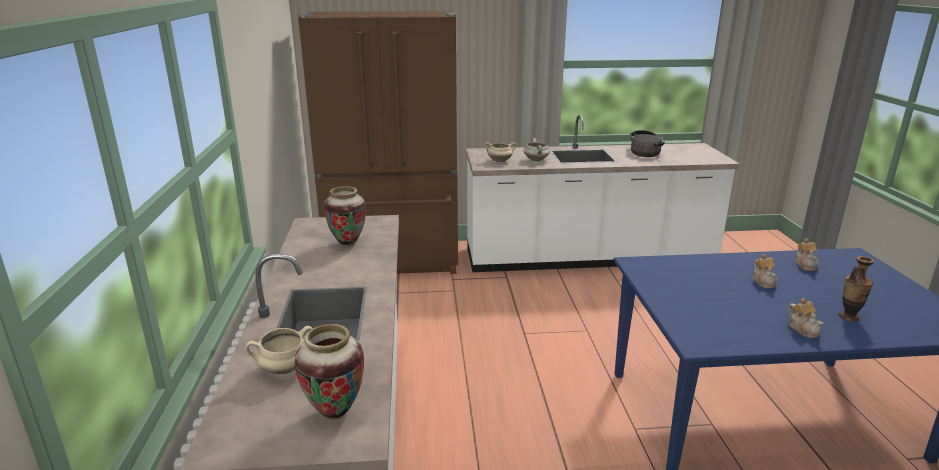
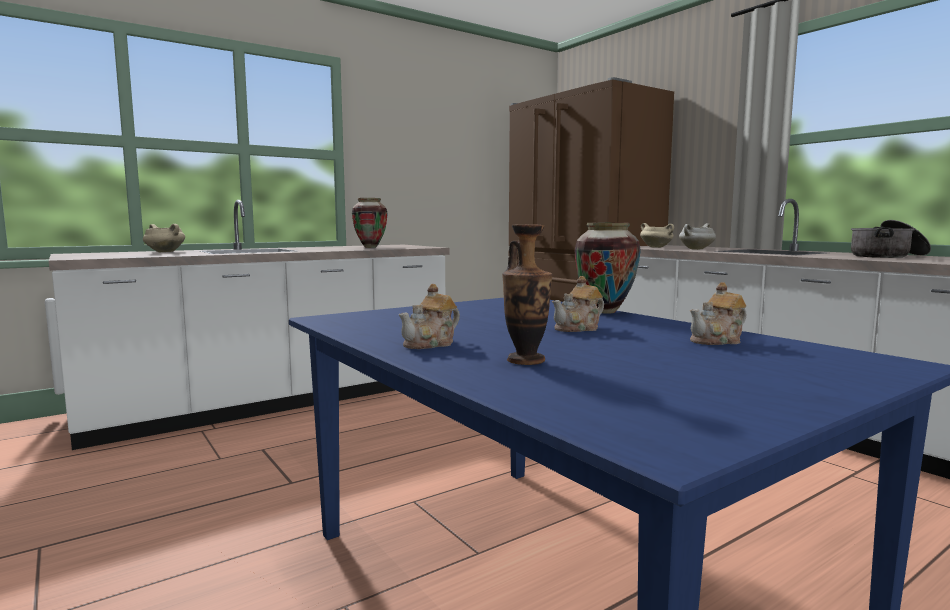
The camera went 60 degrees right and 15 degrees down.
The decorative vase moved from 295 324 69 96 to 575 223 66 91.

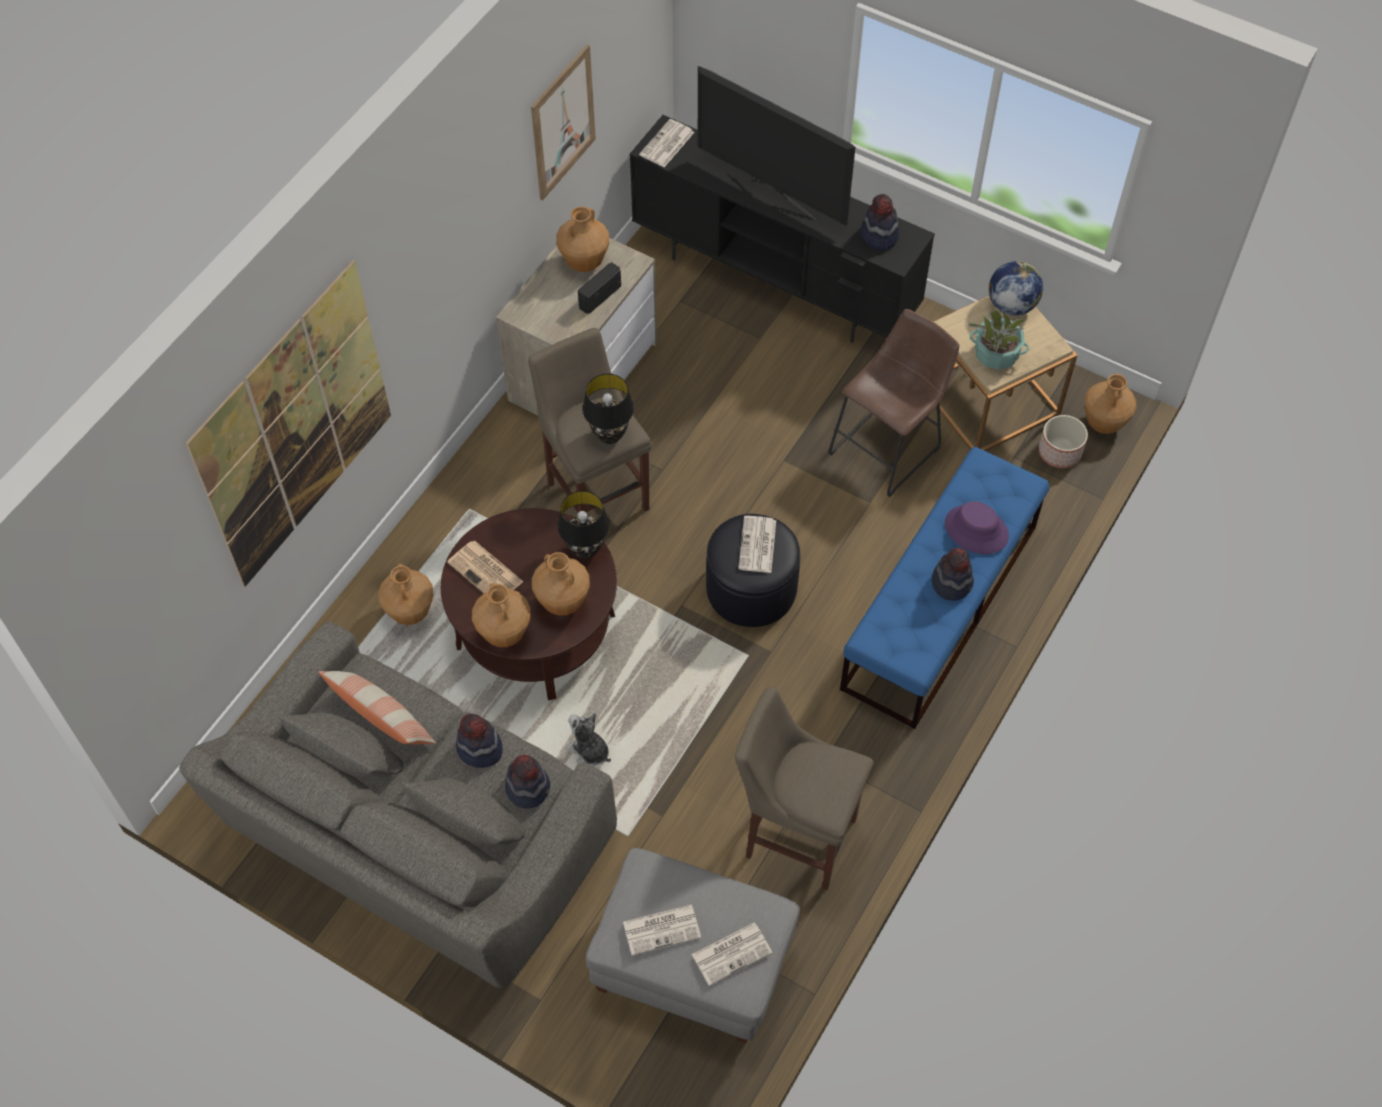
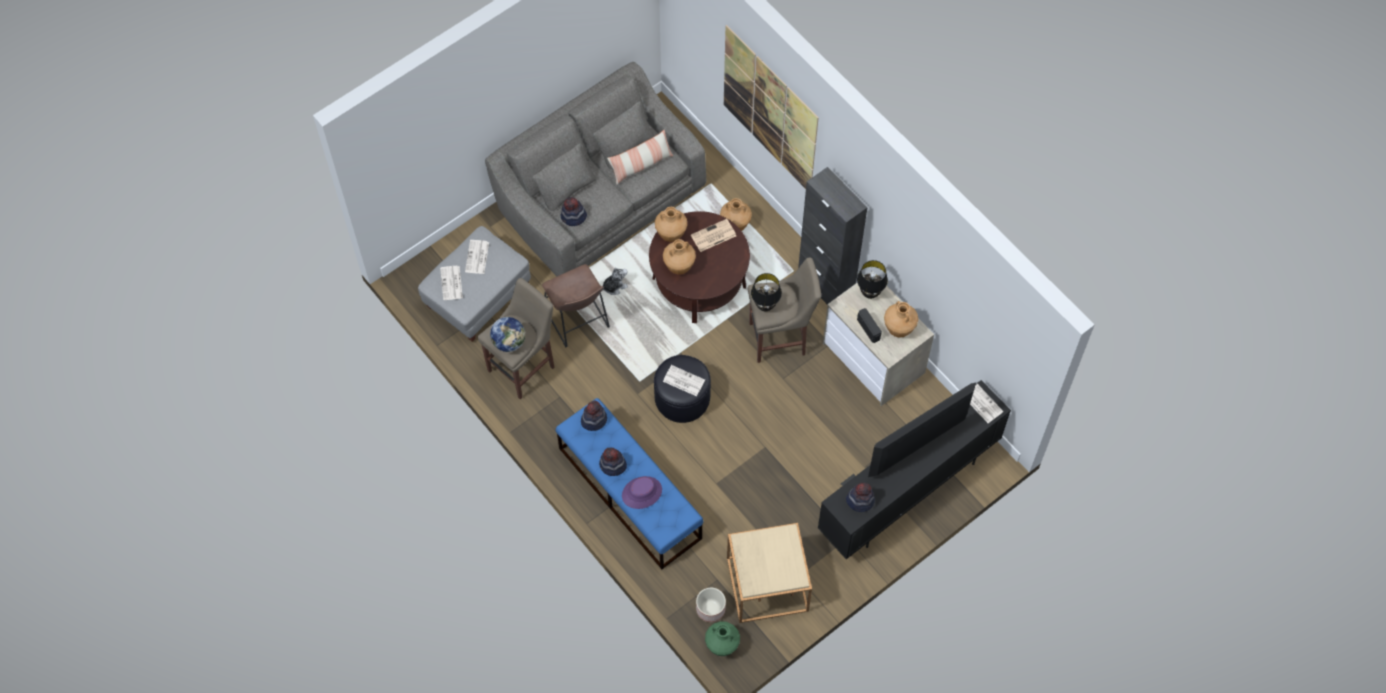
The camera went 110 degrees right and 5 degrees up.
The hat moved from 456 714 47 54 to 581 400 26 31.
The wall picture at 531 45 65 155 disappeared.
The lamp for a table in black-coloured moved from 557 491 52 68 to 857 260 31 39.
The stool in brown-coloured moved from 828 309 131 188 to 542 264 68 83.
The houseplant at 968 310 61 60 disappeared.
The globe moved from 989 261 54 55 to 490 317 35 35.
The decorative vase in brown-coloured at 1085 373 51 61 became the decorative vase in green-coloured at 705 621 35 35.
The storage cabinet in black-coloured at 798 167 69 138 appeared.

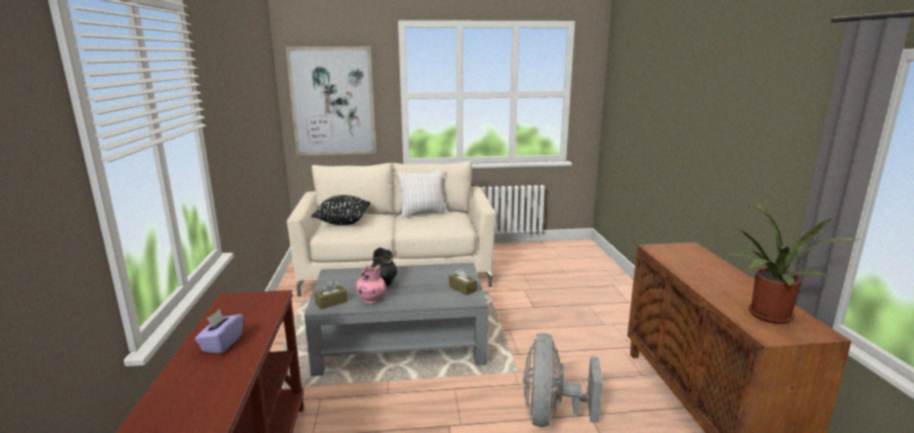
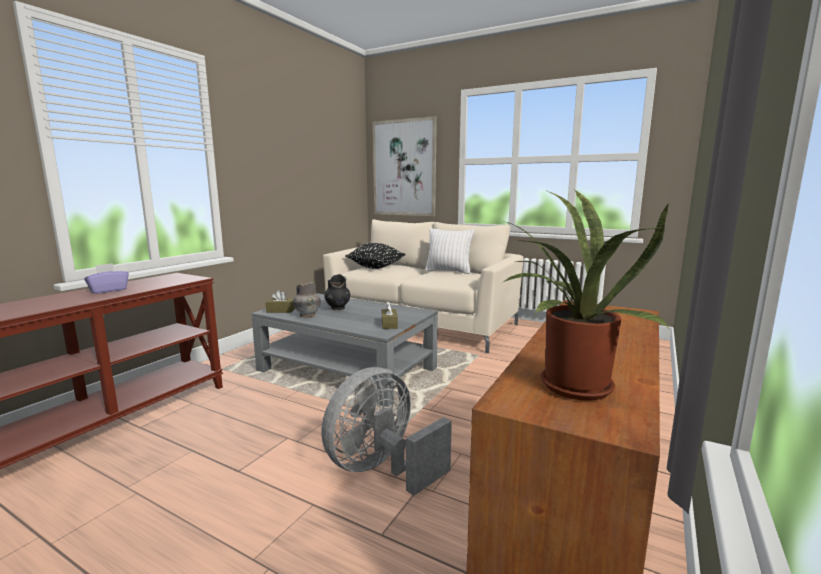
The camera went 35 degrees right and 5 degrees down.
The decorative vase in pinkish at 356 265 30 39 became the decorative vase in greyish at 293 282 28 35.

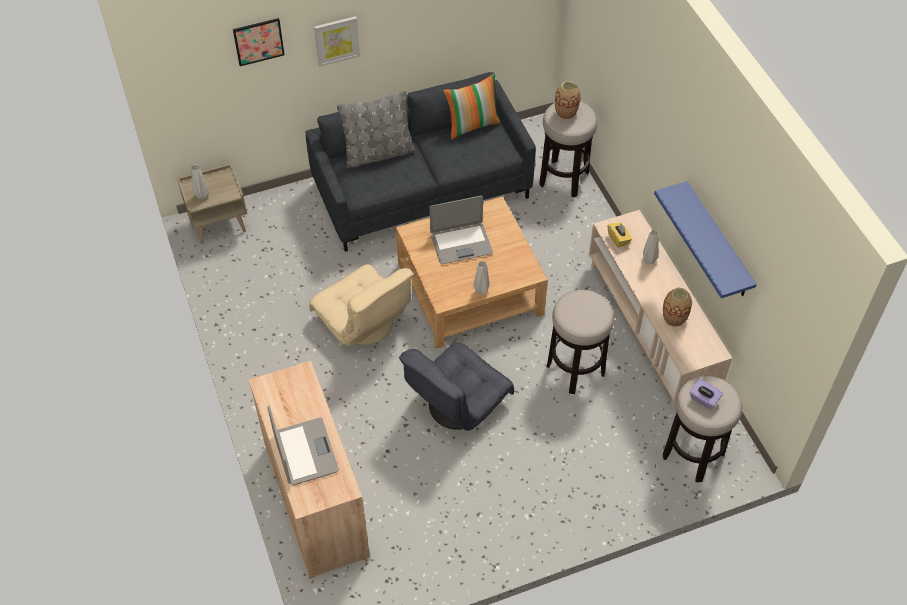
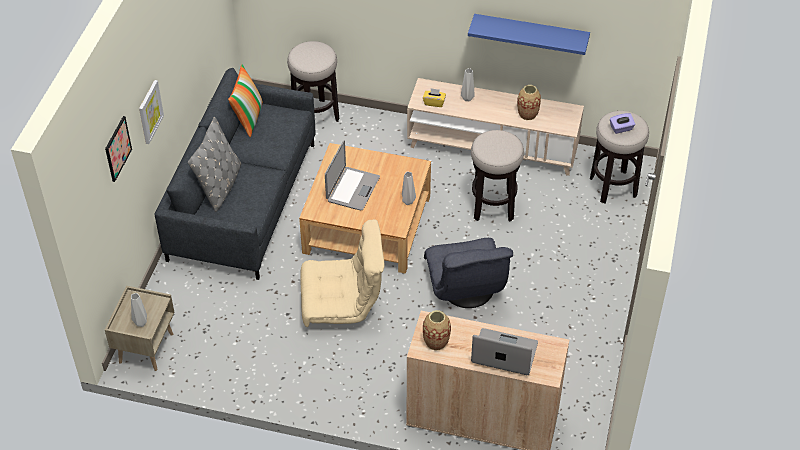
The camera went 55 degrees left and 5 degrees down.
The decorative vase moved from 555 81 26 39 to 423 310 28 41.

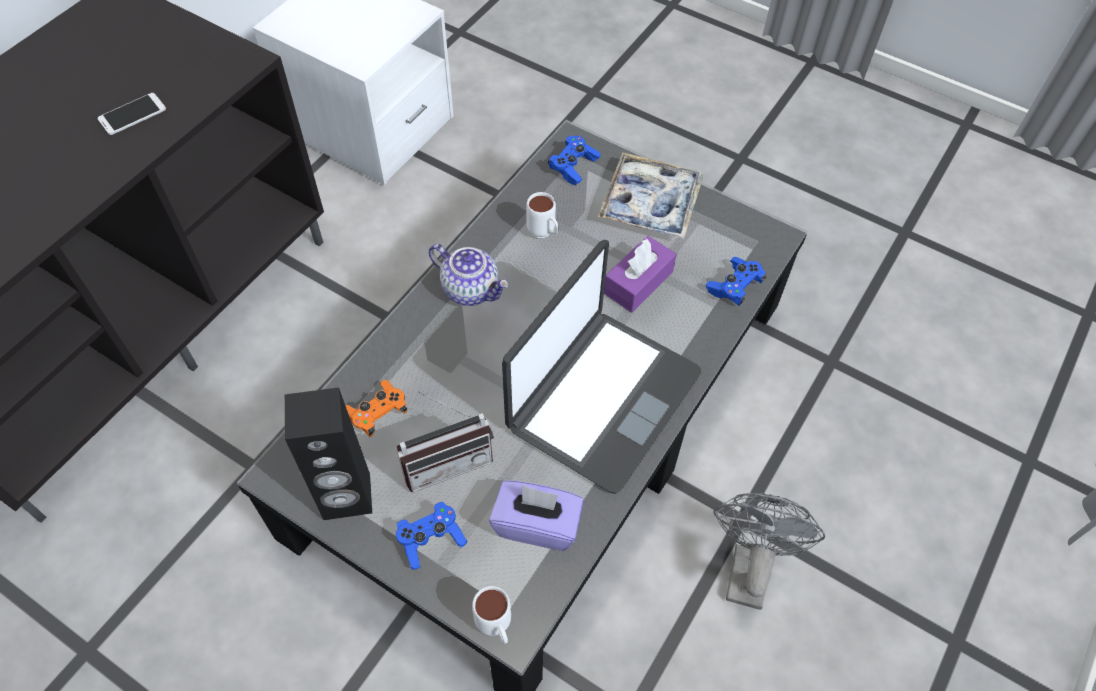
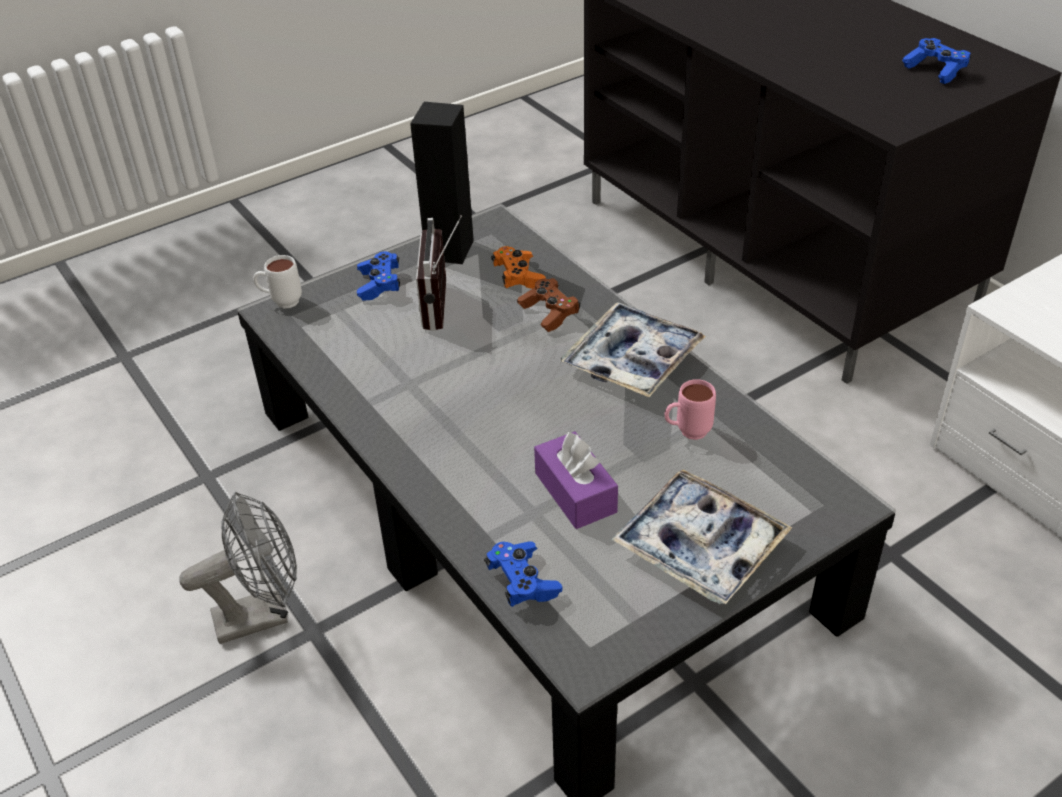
The camera went 115 degrees right and 15 degrees down.
The handset at 97 93 69 42 disappeared.
The teapot at 428 244 81 62 was replaced by the carrying tray at 561 302 145 95.
The box of tissues in purplish at 489 480 95 71 disappeared.
The notebook computer at 502 240 199 254 disappeared.
The mug in white at 526 192 33 46 became the mug in pinkish at 665 379 51 61.
The gamepad in bluish moved from 548 136 52 50 to 902 38 69 46.
The electric fan in greyish at 713 493 112 117 turned 60 degrees counterclockwise.
The gamepad in brown-coloured at 517 278 63 54 appeared.

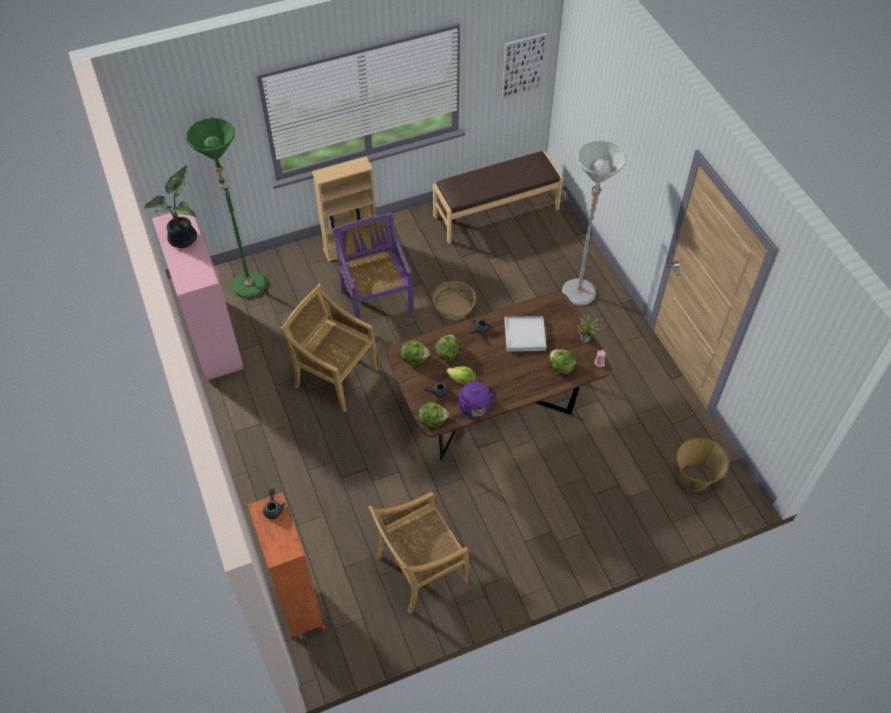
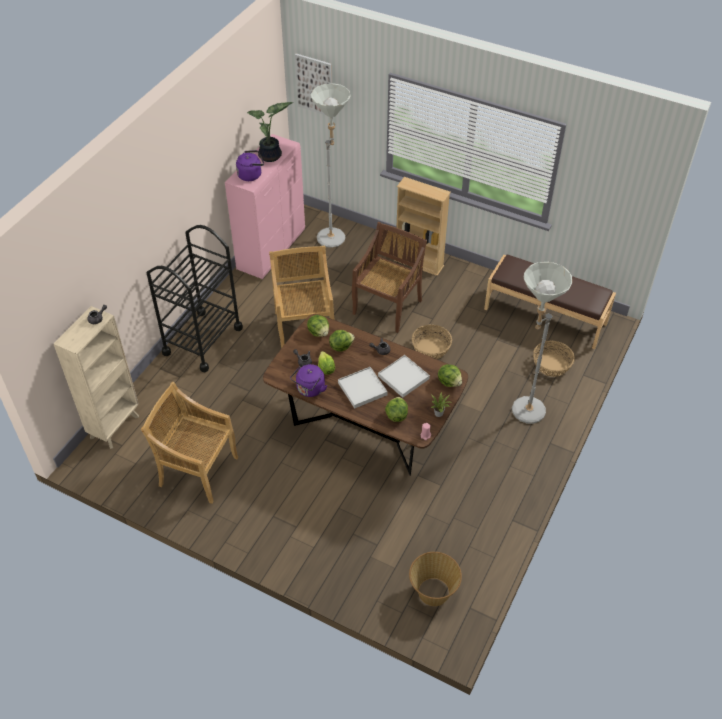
The camera went 50 degrees right and 5 degrees down.
The standard lamp in green-coloured at 186 118 81 180 became the standard lamp in greyish at 311 83 40 165.
The bookshelf in orangey at 248 492 77 149 became the bookshelf in sand-coloured at 54 306 85 143.
The upright chair in purplish at 332 213 81 107 became the upright chair in brown-coloured at 352 222 75 111.
The lettuce head moved from 419 402 30 26 to 438 364 24 23.
The wall picture moved from 502 33 45 66 to 295 54 37 61.
The cart in black-coloured at 147 225 96 147 appeared.
The water kettle in purplish at 236 150 28 31 appeared.
The carrying tray in white at 338 367 50 41 appeared.
The storage basket at 533 341 42 36 appeared.

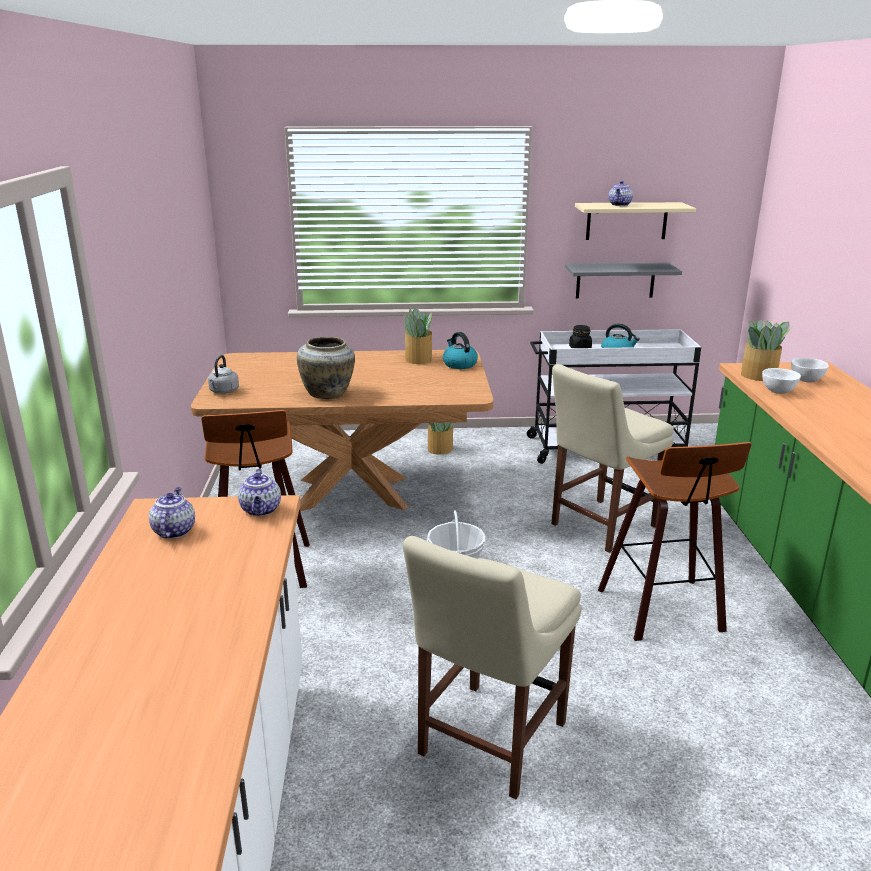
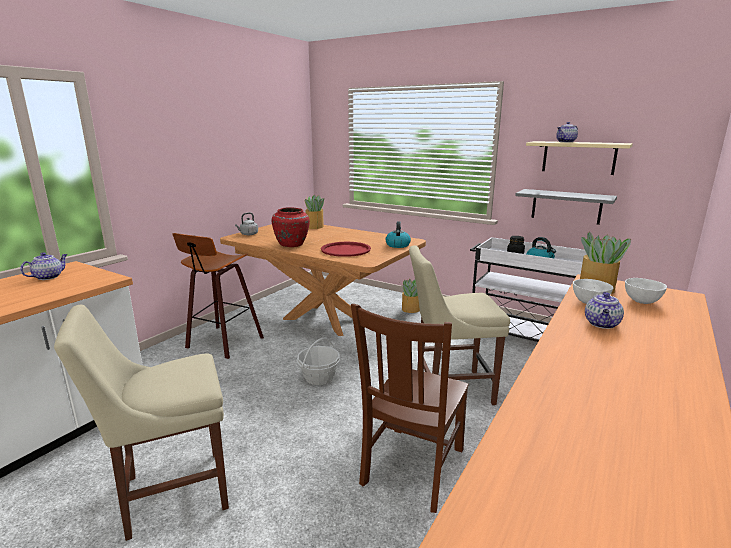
The camera went 35 degrees right and 5 degrees down.
The teapot moved from 238 469 43 47 to 585 292 39 37.
The decorative vase in sand-coloured at 297 337 58 62 became the decorative vase in red-coloured at 272 207 38 40.
The houseplant moved from 402 308 30 56 to 305 195 19 34.
The stool at 598 442 154 199 was replaced by the upright chair in brown-coloured at 351 304 118 209.
The carrying tray in red-coloured at 321 242 50 15 appeared.

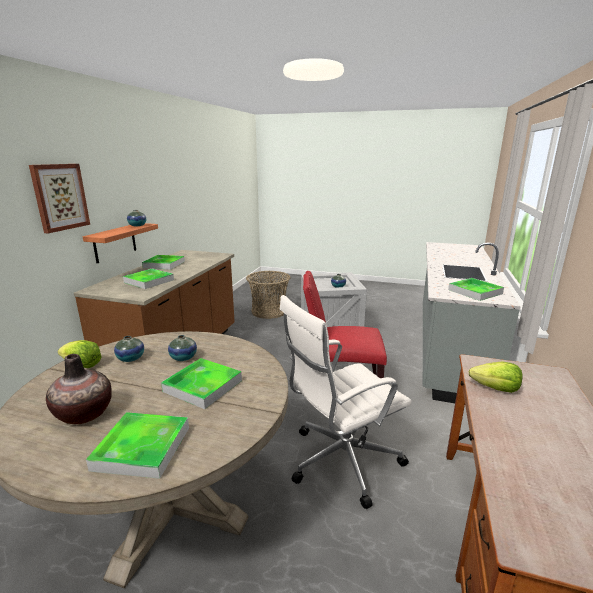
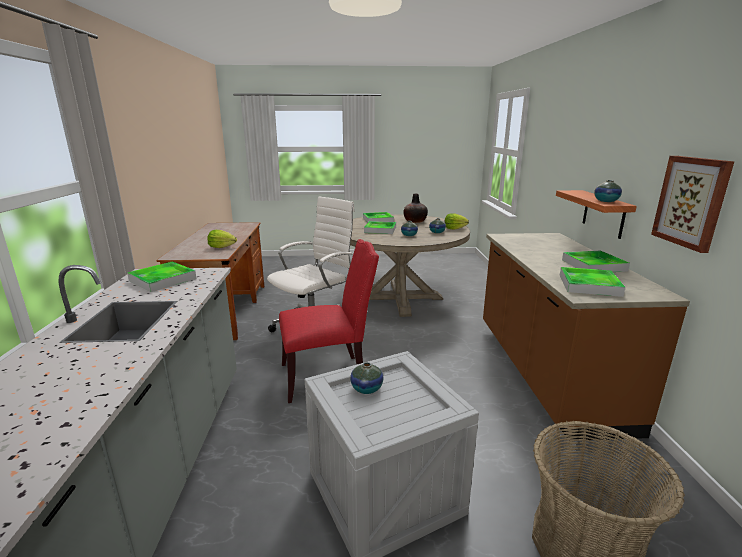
The camera went 160 degrees right and 0 degrees up.
The wall picture moved from 29 164 61 69 to 651 156 83 97.
The carrying tray moved from 123 269 51 20 to 560 267 65 30.

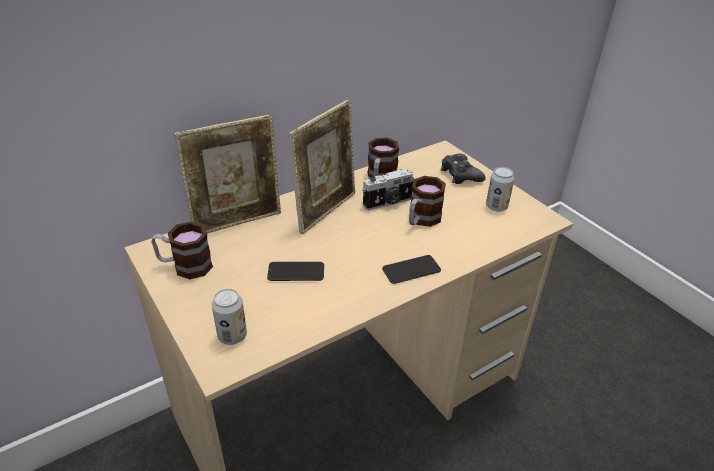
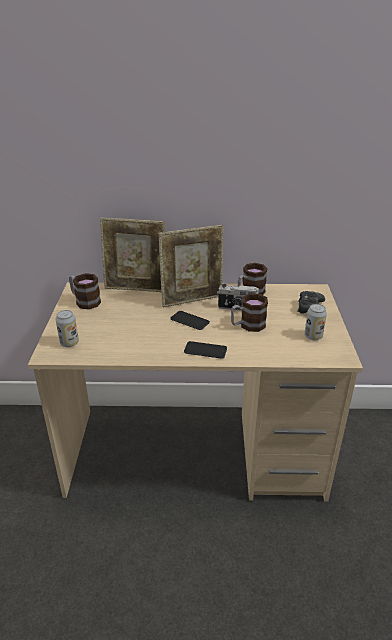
The camera went 35 degrees right and 5 degrees down.
The handset moved from 267 262 57 19 to 170 311 40 19.

